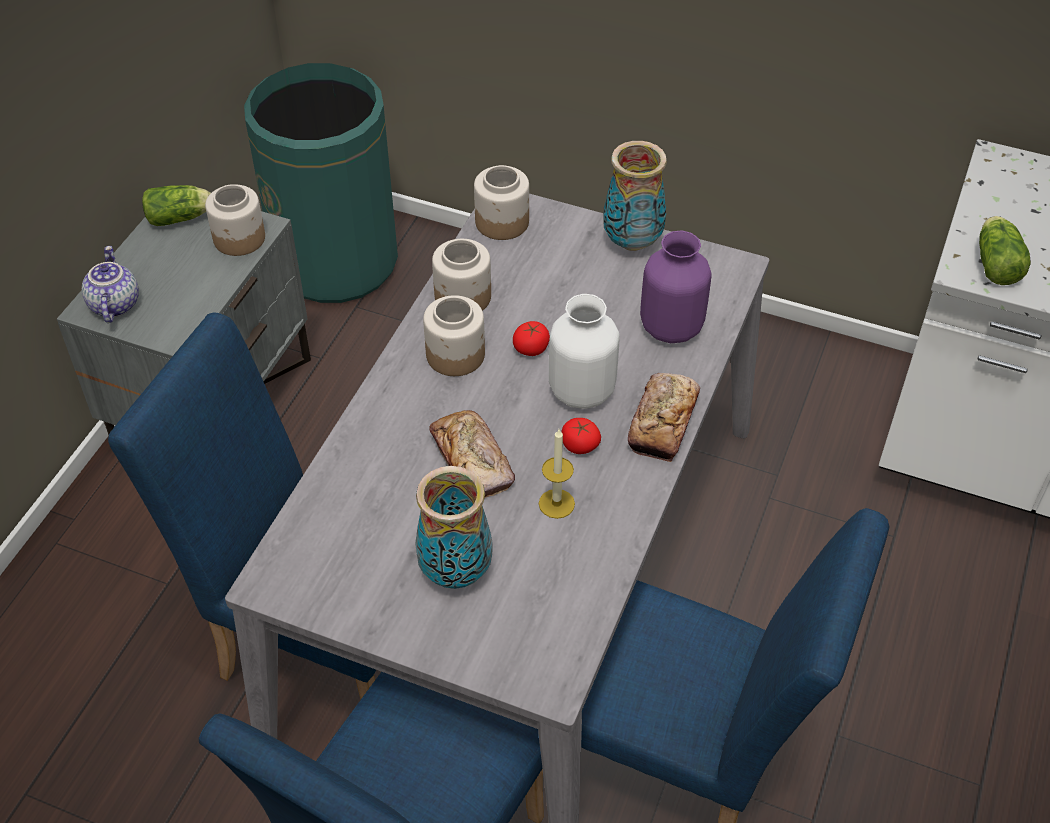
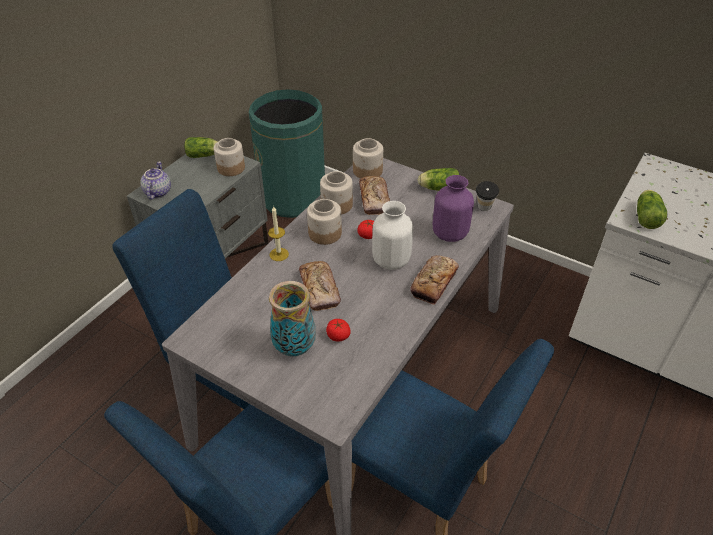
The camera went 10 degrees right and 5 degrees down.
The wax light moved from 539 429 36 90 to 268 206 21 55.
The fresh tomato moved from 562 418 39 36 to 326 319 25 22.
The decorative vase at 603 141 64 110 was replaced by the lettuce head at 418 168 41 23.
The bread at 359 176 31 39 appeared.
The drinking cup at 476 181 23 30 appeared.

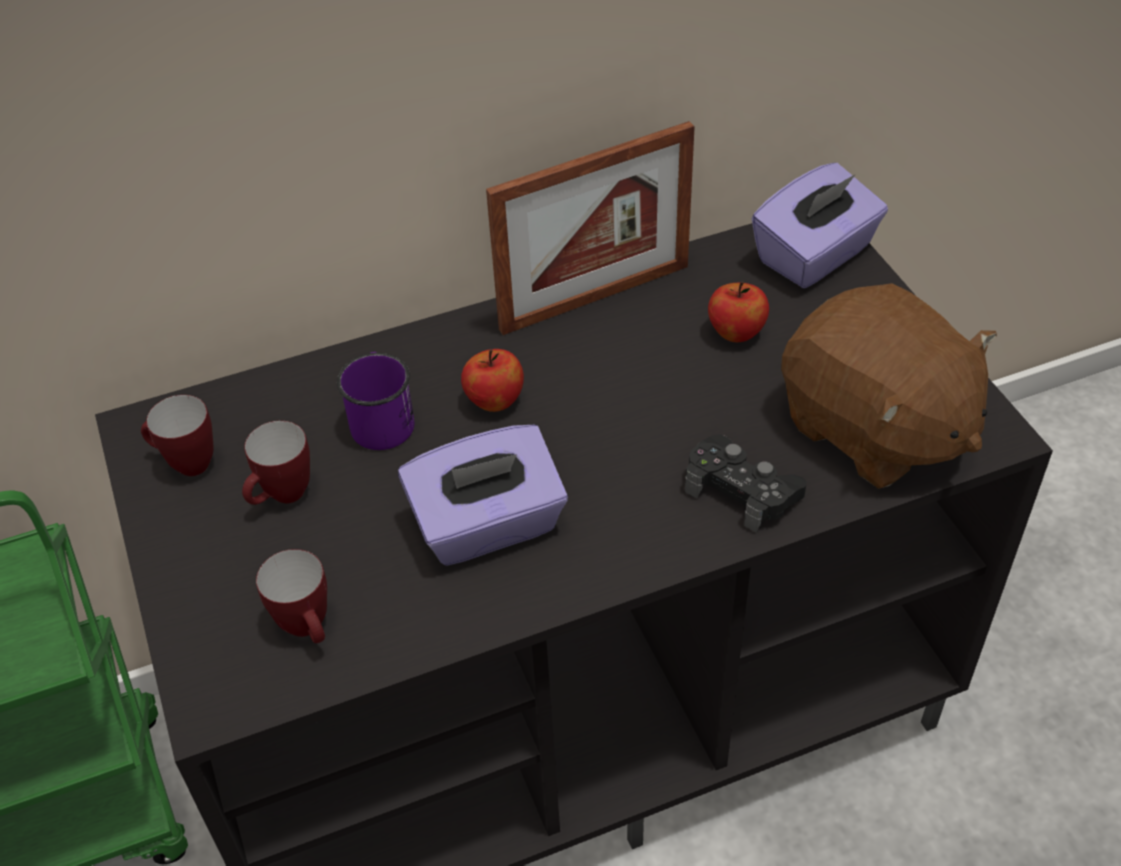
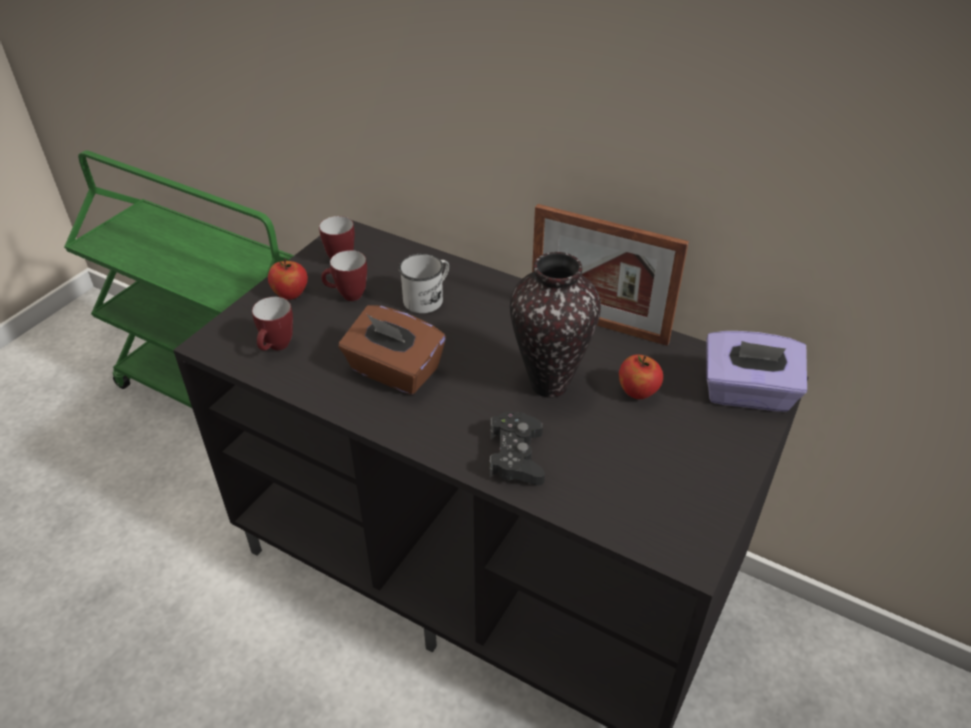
The camera went 50 degrees right and 5 degrees down.
The mug in purplish at 337 352 78 98 became the mug in white at 399 254 50 59.
The box of tissues in purplish at 398 425 170 141 became the box of tissues in brown-coloured at 339 305 107 90.
The apple moved from 461 349 63 63 to 268 259 40 41.
The plush toy in brown-coloured at 781 283 216 206 disappeared.
The decorative vase at 510 252 91 146 appeared.

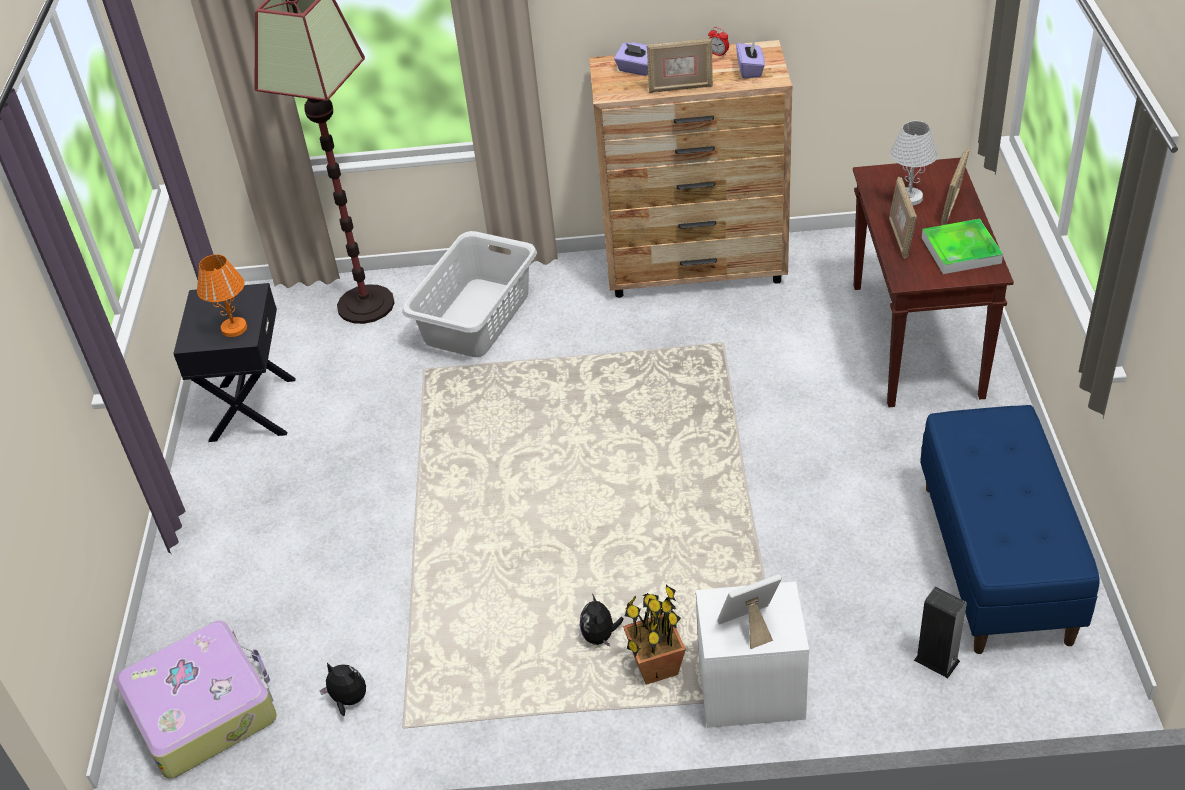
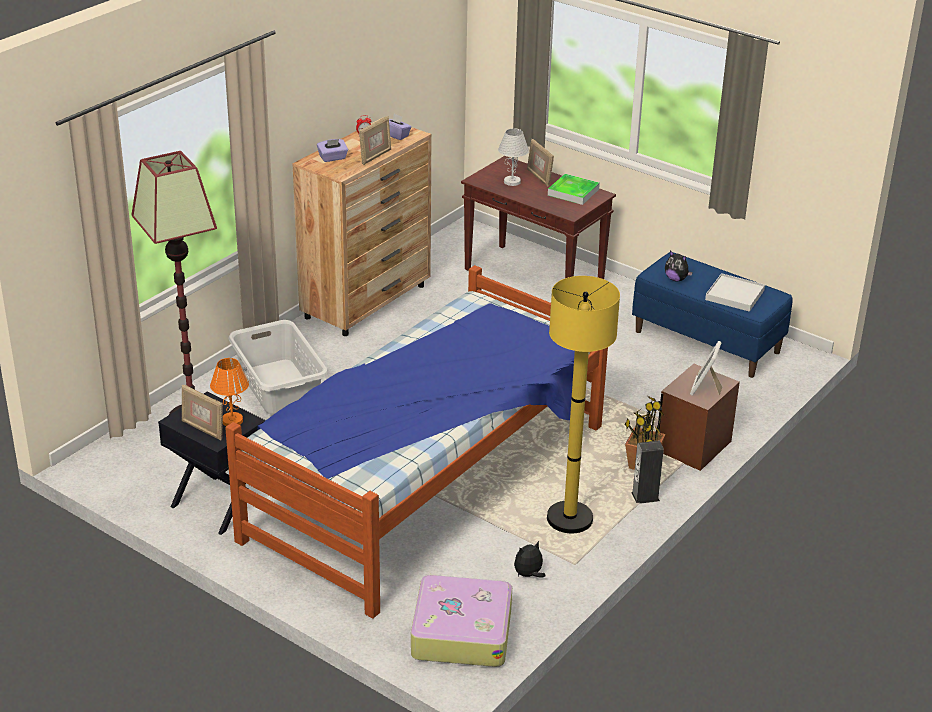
The camera went 55 degrees left and 10 degrees down.
The plush toy moved from 580 593 44 53 to 665 250 28 32.
The night table in white at 696 582 113 146 became the night table in brown-coloured at 658 364 82 107.
The standing frame moved from 889 177 28 82 to 182 384 41 57.
The speaker moved from 914 587 53 91 to 632 440 32 64.
The bedroom bed at 225 265 383 354 appeared.
The standard lamp in yellowish at 547 276 73 257 appeared.
The carrying tray in white at 705 273 60 39 appeared.

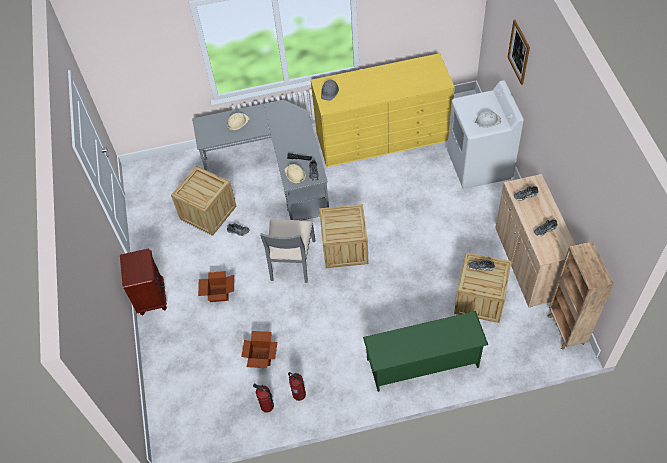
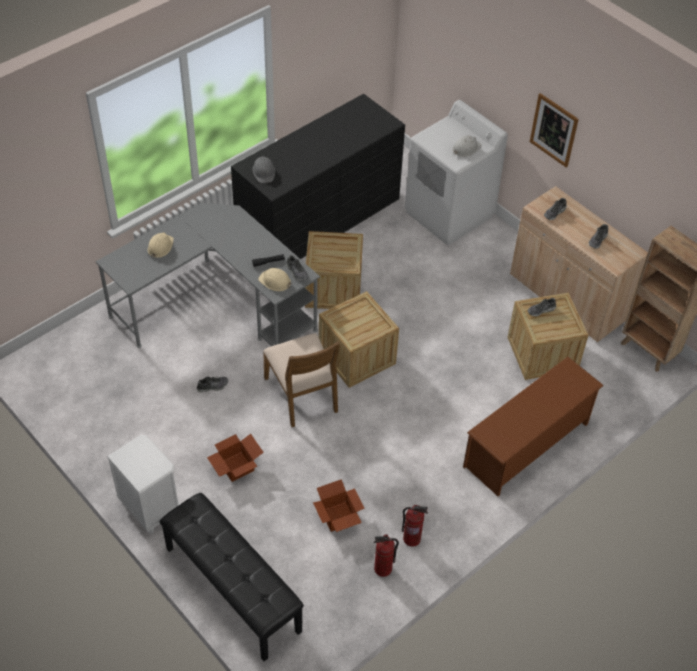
The camera went 35 degrees left and 5 degrees down.
The night table in brown-coloured at 120 249 47 66 became the night table in white at 107 435 74 99.
The shipping crate moved from 171 166 66 70 to 305 231 58 78.
The upright chair in greyish at 260 219 55 64 became the upright chair in brown-coloured at 263 333 77 94.
The chest of drawers in yellowish at 311 53 144 114 became the chest of drawers in black-coloured at 231 94 174 165.
The shoe rack in green-coloured at 363 311 125 81 became the shoe rack in brown-coloured at 463 357 141 139.
The wall picture moved from 508 20 22 65 to 530 93 49 75.
The bench in black-coloured at 159 493 145 168 appeared.

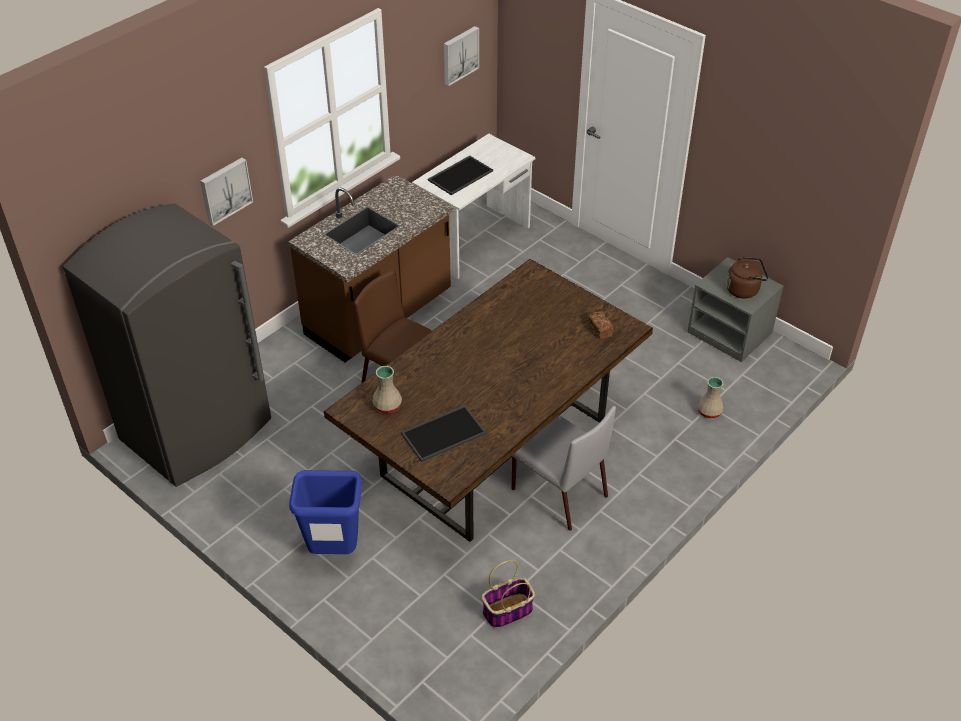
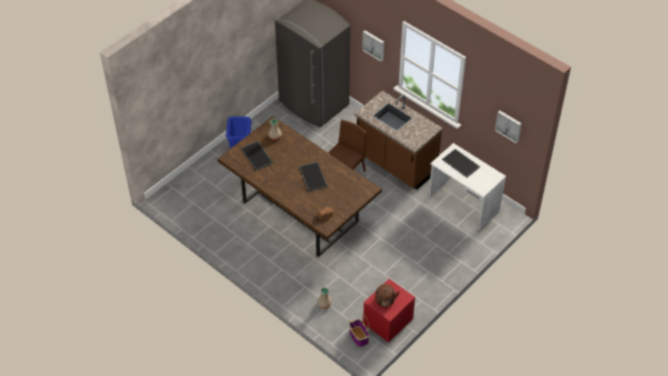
The camera went 90 degrees right and 5 degrees up.
The storage basket moved from 482 560 53 68 to 349 314 21 33.
The upright chair in greyish at 512 406 104 125 disappeared.
The night table in greyish at 687 257 97 105 became the night table in red-coloured at 363 279 52 63.
The carrying tray at 299 162 29 30 appeared.

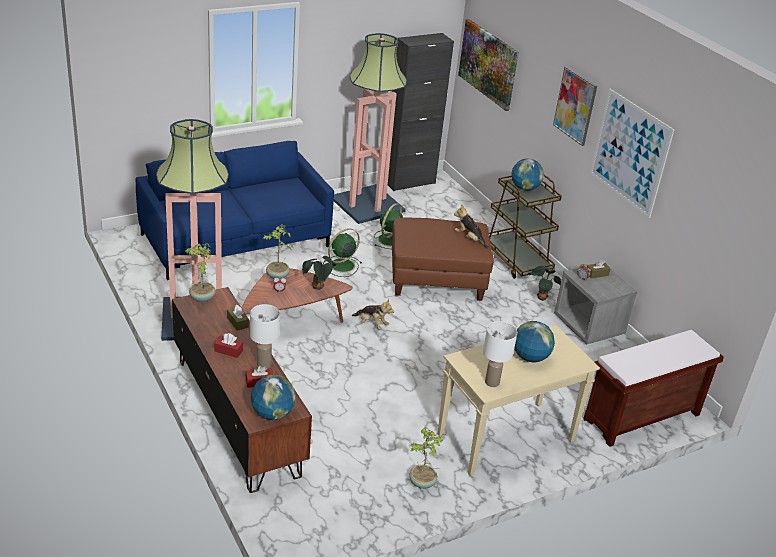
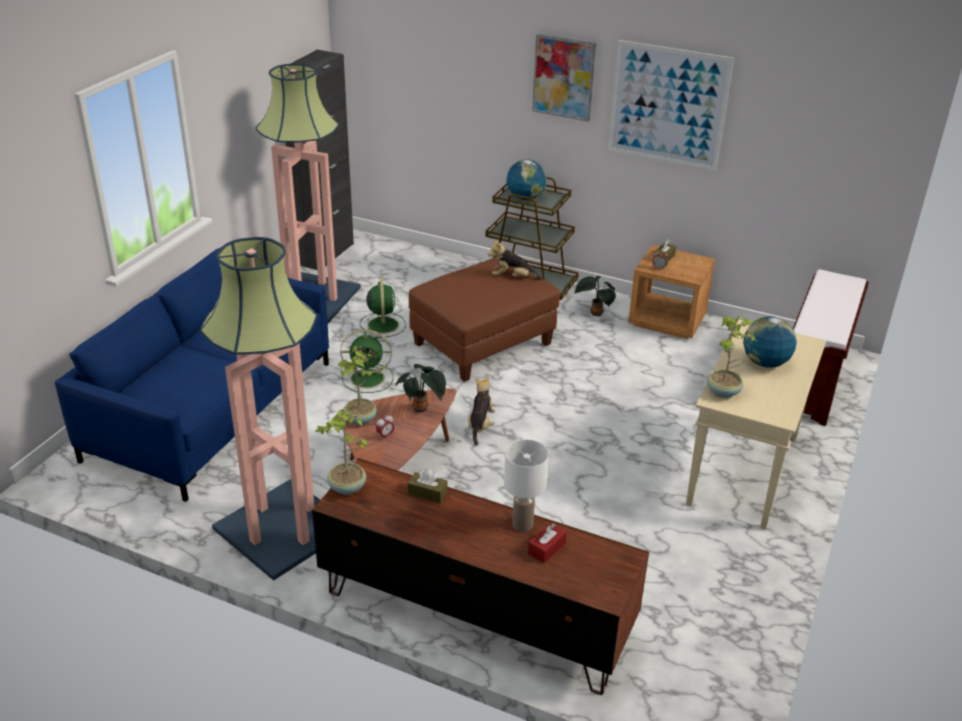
The camera went 35 degrees left and 0 degrees up.
The box of tissues in red-coloured at 214 333 29 25 disappeared.
The globe at 251 375 45 45 disappeared.
The electric fan in green-coloured at 323 228 39 49 turned 105 degrees counterclockwise.
The plush toy at 352 299 42 31 turned 75 degrees counterclockwise.
The houseplant moved from 409 427 36 62 to 707 315 51 83.
The wall picture at 458 19 61 92 disappeared.
The lamp for a table in white at 483 321 34 66 disappeared.
The night table in greyish at 554 266 83 78 became the night table in brown-coloured at 628 245 87 94.

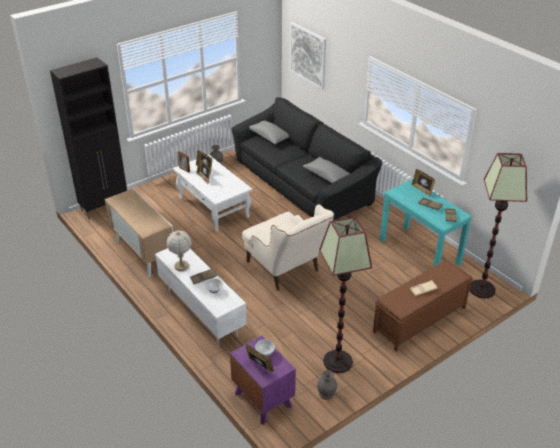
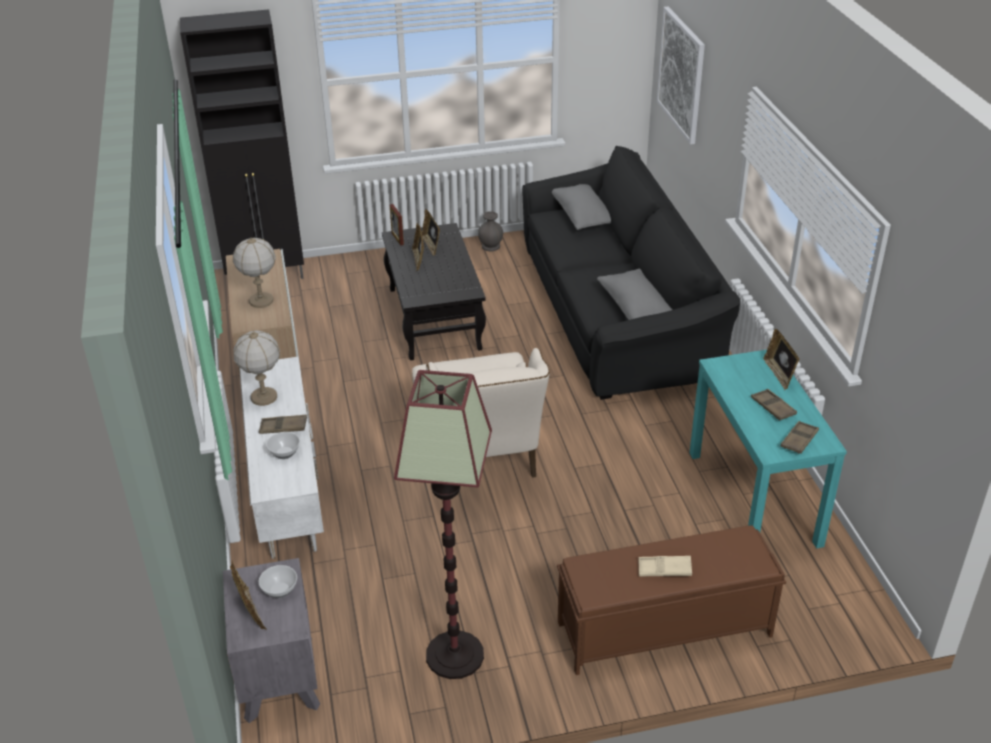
The camera went 25 degrees right and 0 degrees up.
The lounge table in white at 173 155 79 77 became the lounge table in black-coloured at 382 223 104 137.
The night table in purplish at 230 336 66 89 became the night table in greyish at 223 558 97 165.
The decorative vase in greyish at 317 370 20 30 disappeared.
The standard lamp at 470 153 57 145 disappeared.
The lamp for a table at 233 238 43 70 appeared.

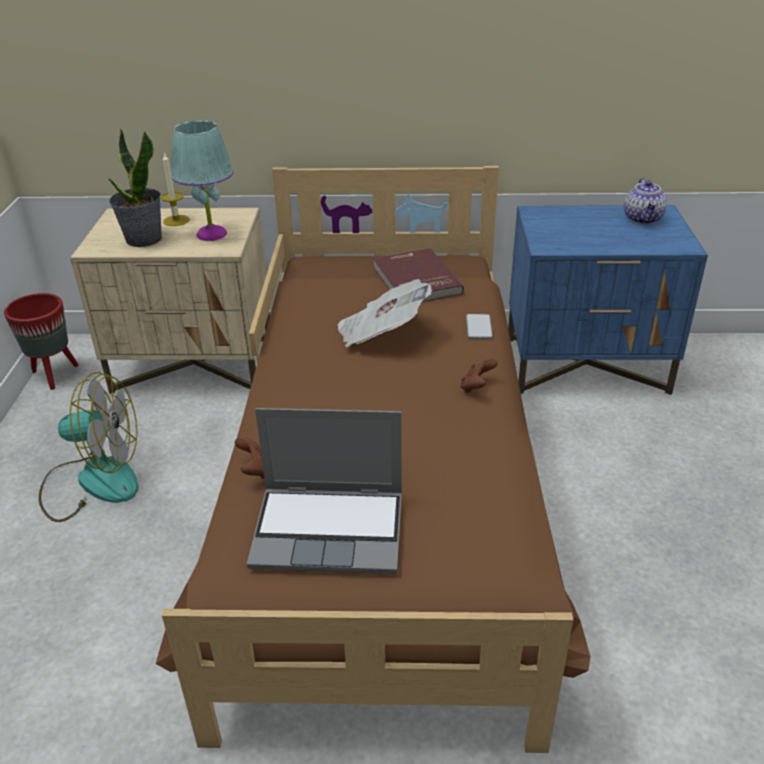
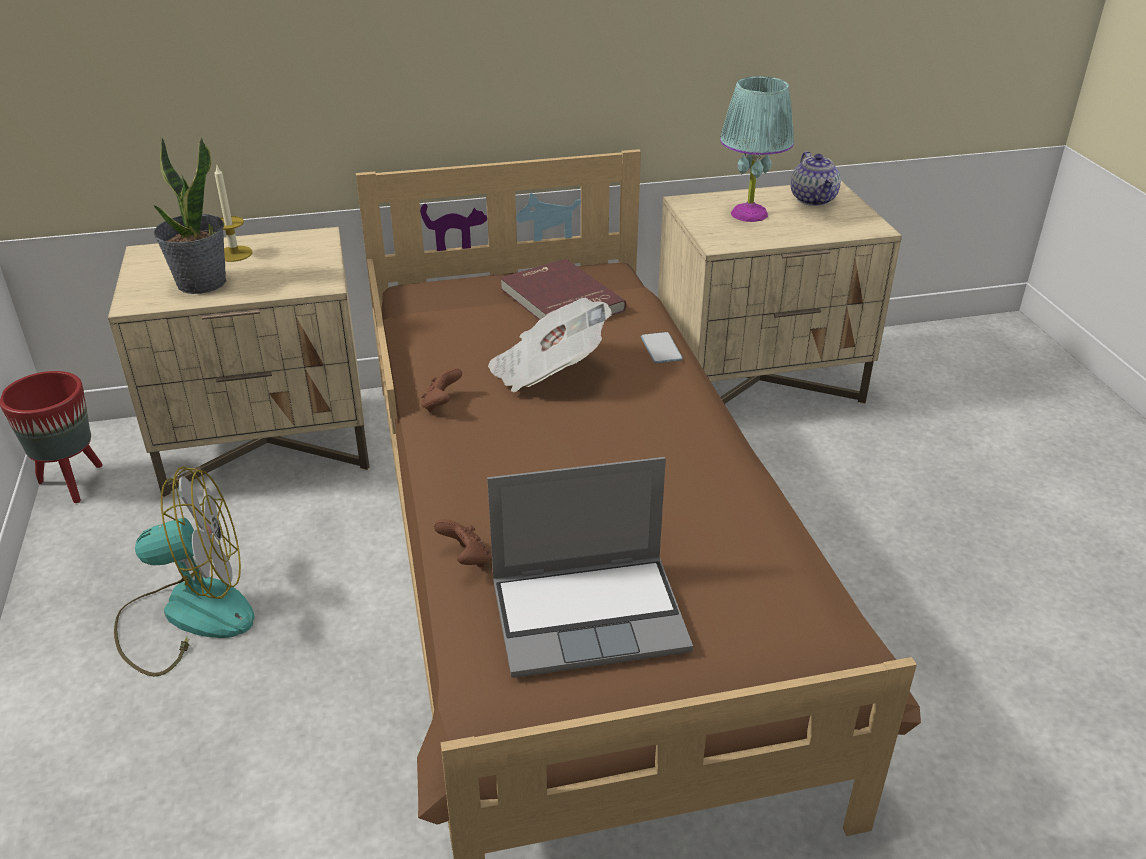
The camera went 15 degrees left and 0 degrees up.
The lamp for a table in blue-green moved from 171 120 62 121 to 720 76 74 146.
The gamepad in brown-coloured moved from 460 358 38 35 to 421 368 41 45.
The night table in bluish at 508 205 200 190 became the night table in sand-coloured at 658 181 244 223.

